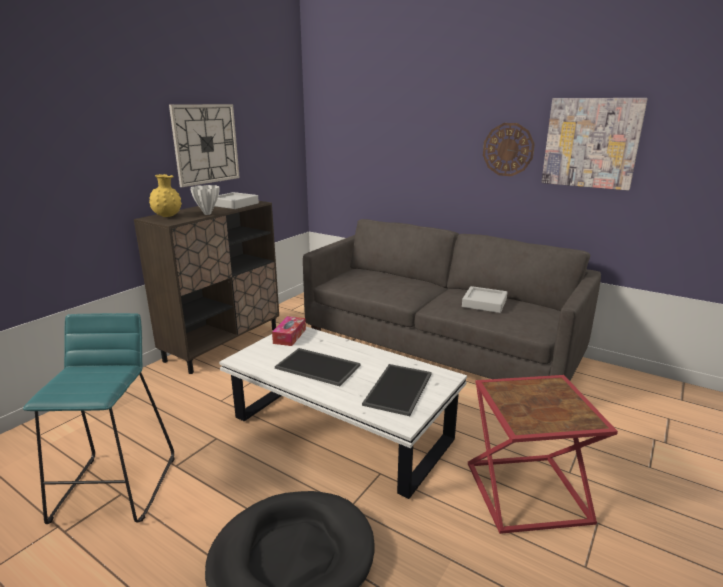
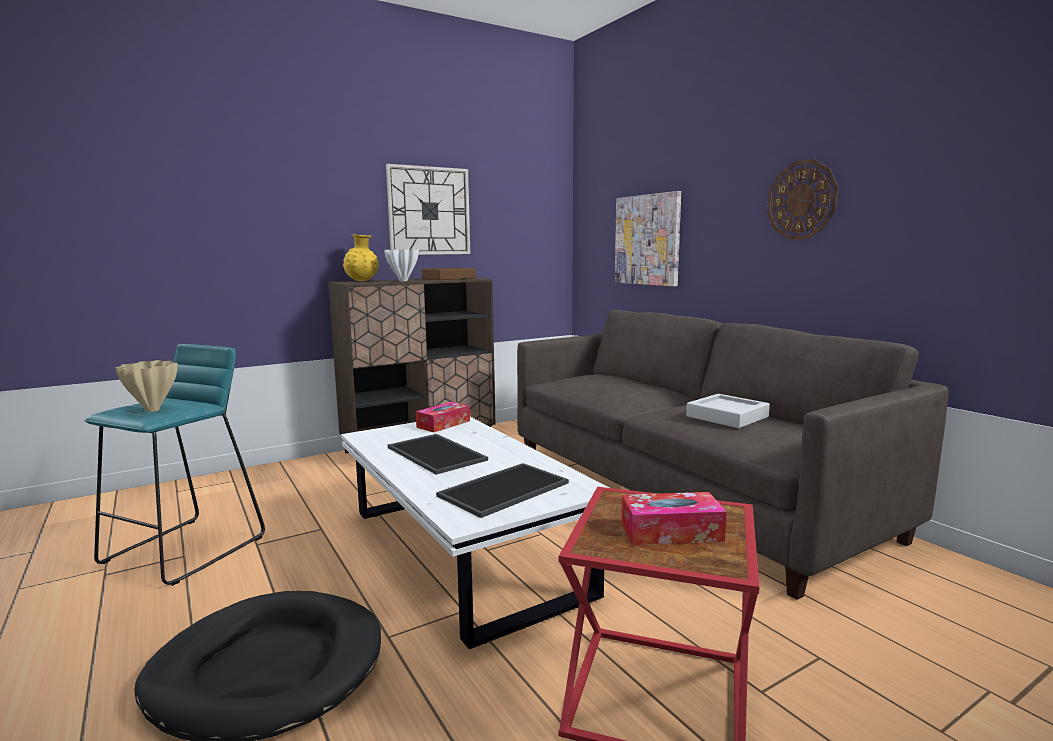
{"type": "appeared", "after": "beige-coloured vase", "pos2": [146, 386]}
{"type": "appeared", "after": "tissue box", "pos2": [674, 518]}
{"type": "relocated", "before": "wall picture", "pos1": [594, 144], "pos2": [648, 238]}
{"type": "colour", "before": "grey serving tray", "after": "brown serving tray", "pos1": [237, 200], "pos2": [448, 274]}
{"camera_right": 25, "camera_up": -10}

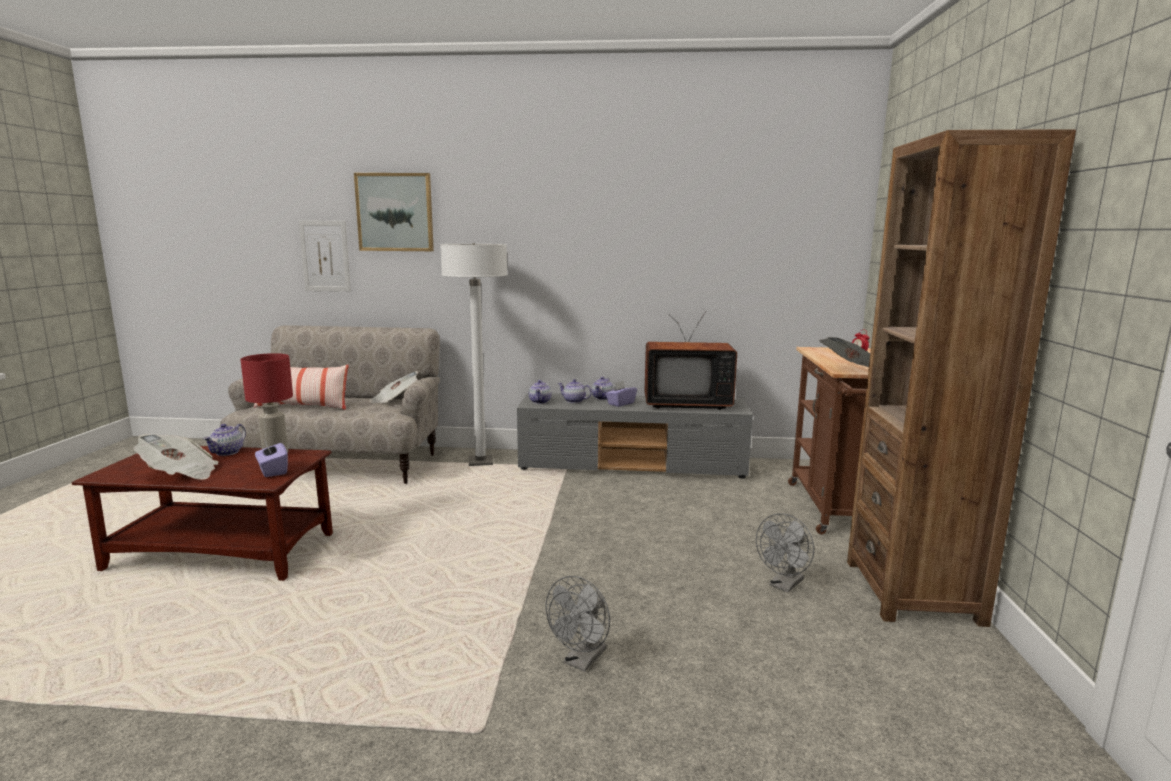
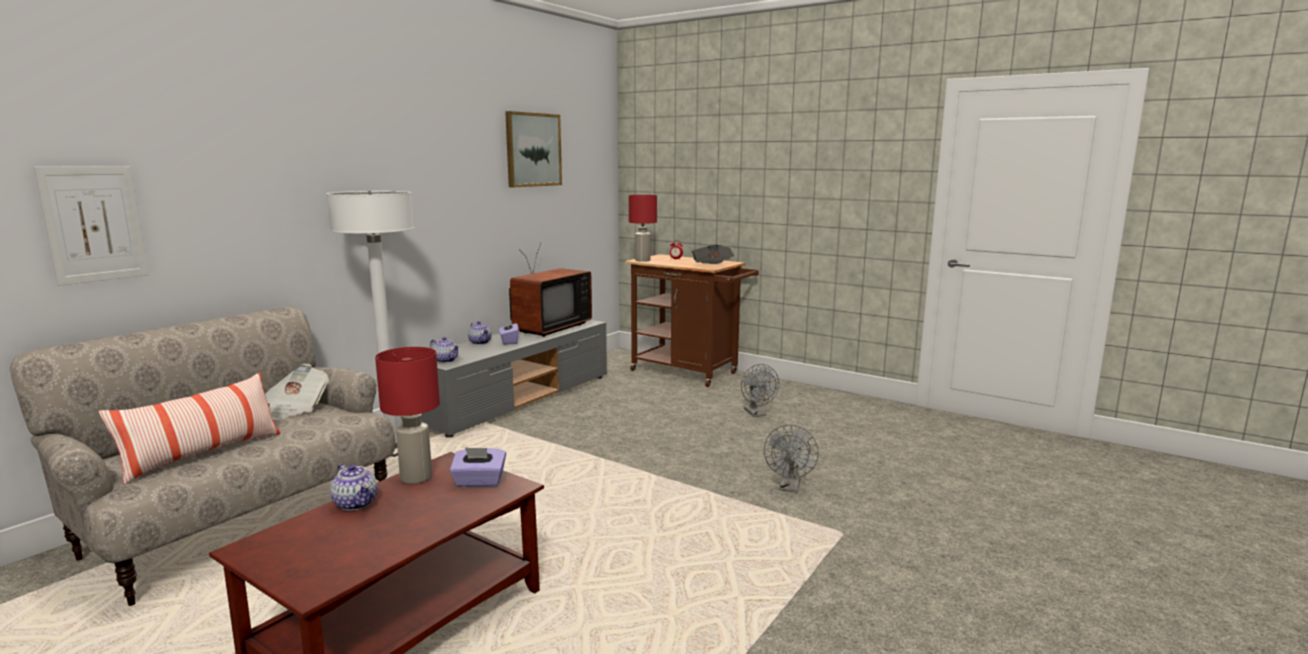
{"type": "missing", "before": "daily paper", "pos1": [176, 457]}
{"type": "missing", "before": "tea pot", "pos1": [575, 391]}
{"type": "missing", "before": "brown shelving unit", "pos1": [961, 378]}
{"type": "appeared", "after": "red lamp for a table", "pos2": [643, 228]}
{"type": "relocated", "before": "wall picture", "pos1": [394, 212], "pos2": [533, 149]}
{"type": "spun", "before": "grey fan", "pos1": [578, 624], "pos2": [791, 458], "turn": 45}
{"camera_right": -60, "camera_up": 0}

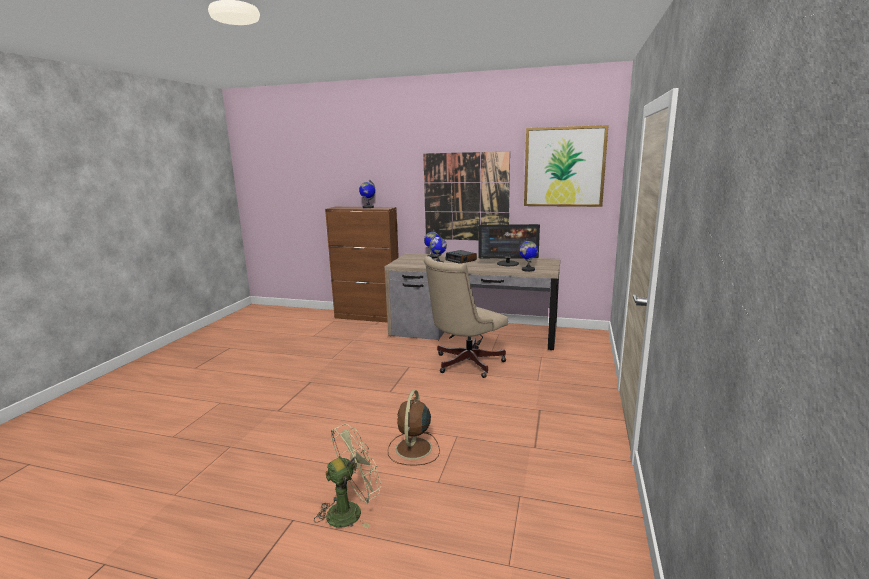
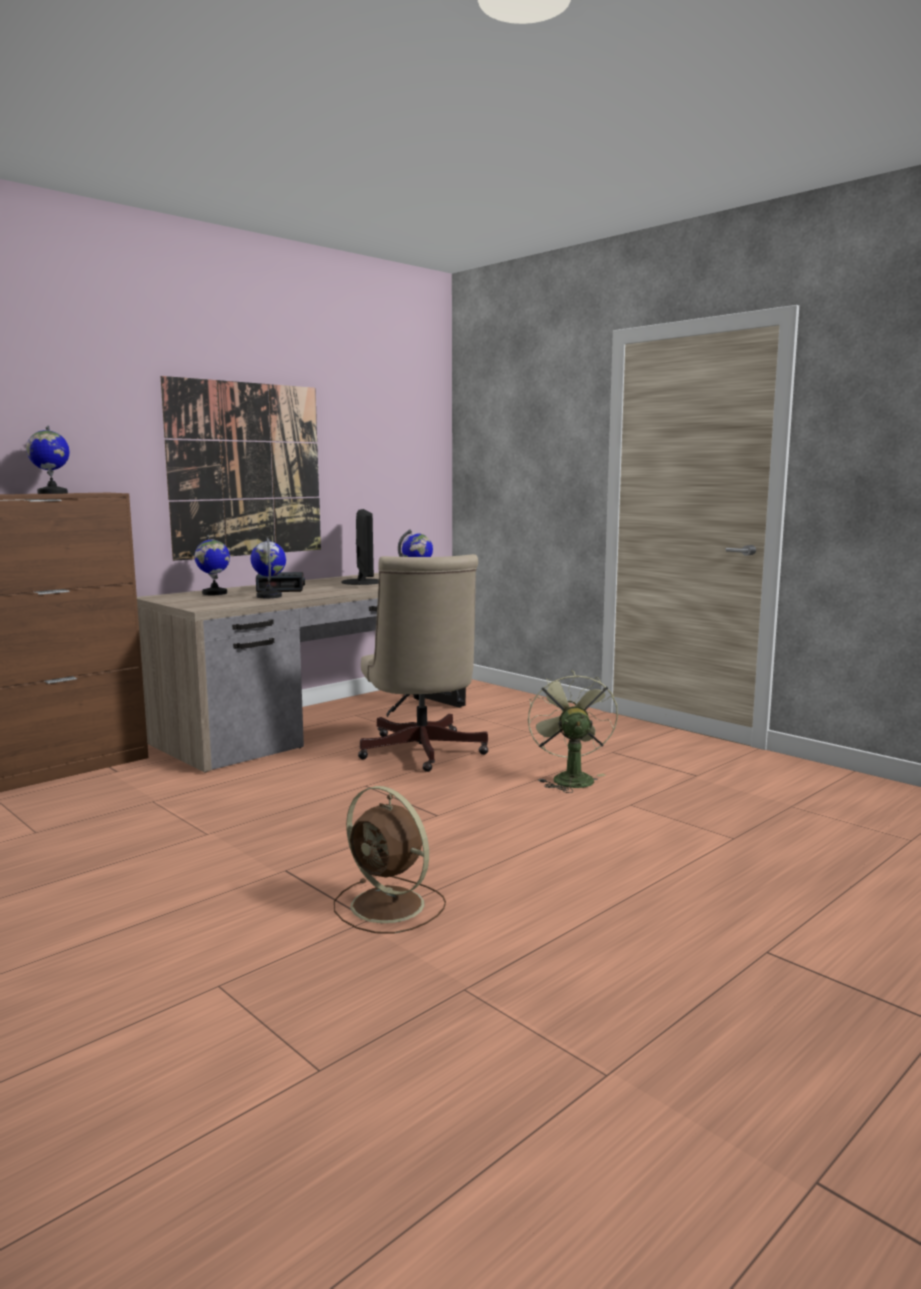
{"type": "missing", "before": "wall picture", "pos1": [566, 166]}
{"type": "relocated", "before": "green-coloured fan", "pos1": [348, 476], "pos2": [573, 731]}
{"type": "relocated", "before": "brown fan", "pos1": [414, 428], "pos2": [390, 860]}
{"type": "spun", "before": "computer screen", "pos1": [509, 245], "pos2": [360, 547], "turn": -45}
{"camera_right": -60, "camera_up": -5}

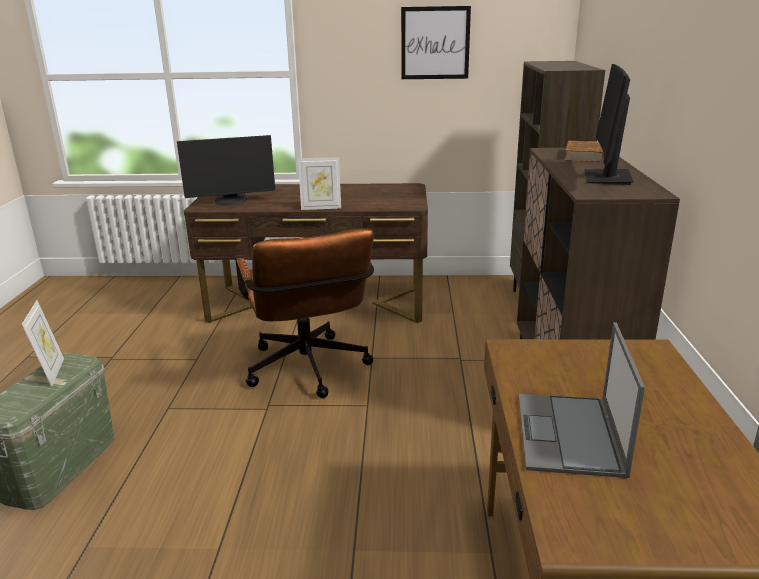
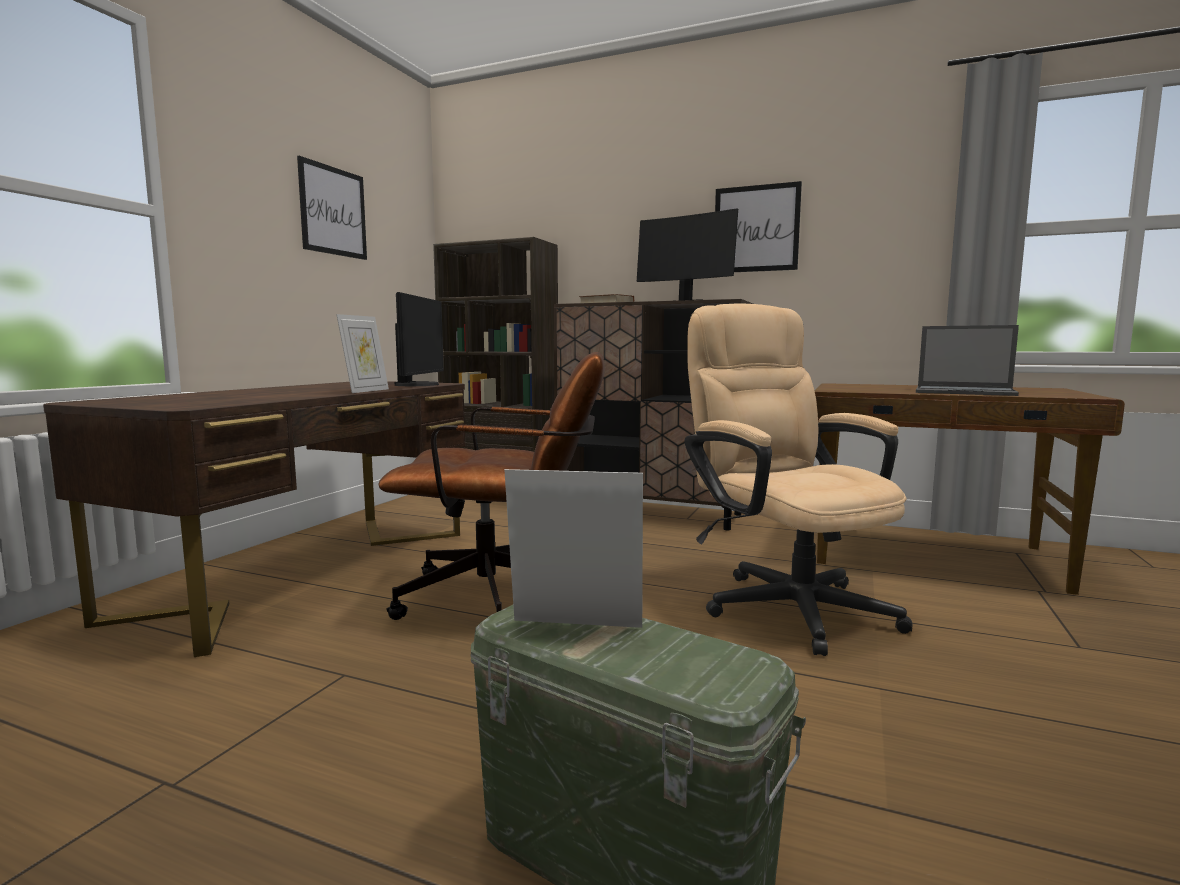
{"type": "appeared", "after": "beige-coloured office chair", "pos2": [798, 480]}
{"type": "appeared", "after": "wall picture", "pos2": [758, 226]}
{"type": "relocated", "before": "computer screen", "pos1": [226, 170], "pos2": [419, 339]}
{"camera_right": -70, "camera_up": -15}

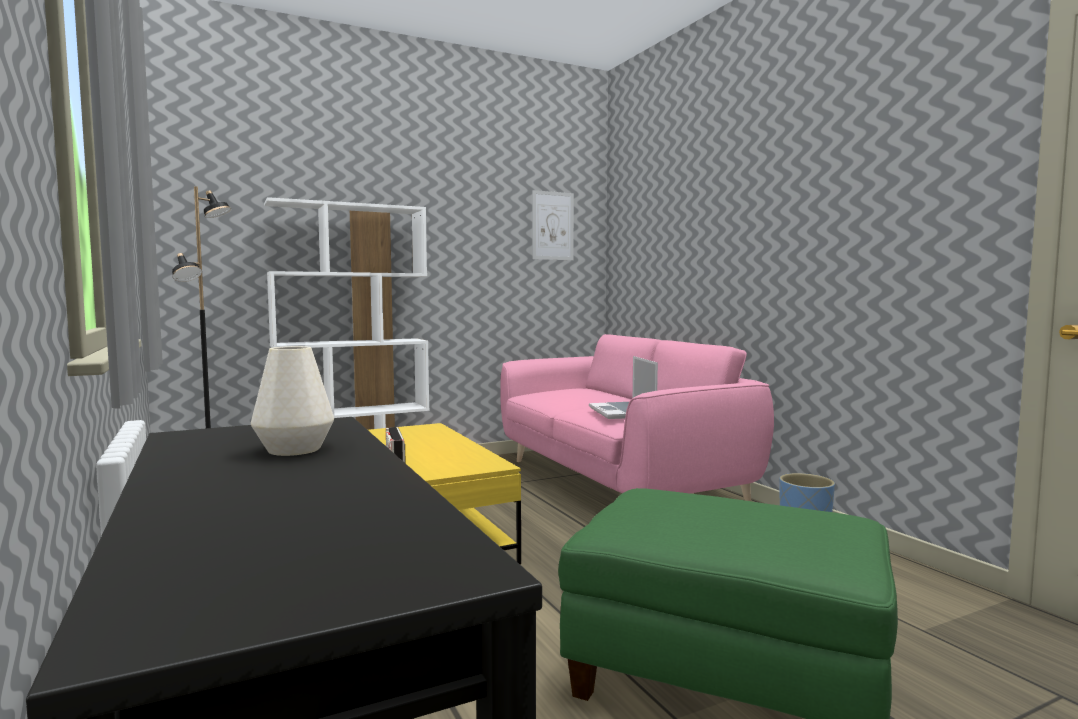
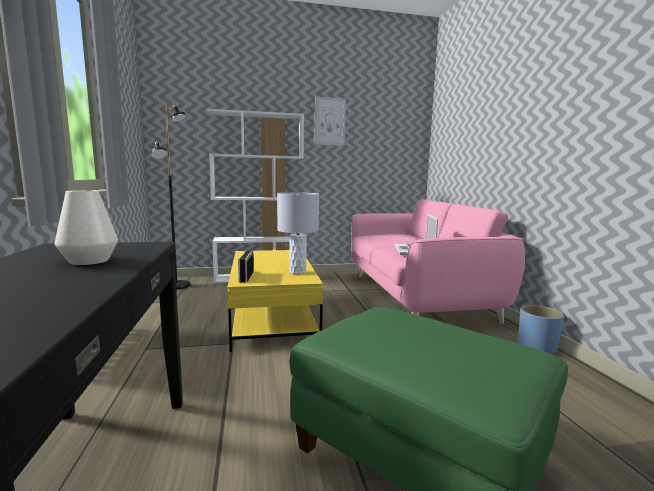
{"type": "appeared", "after": "grey lamp for a table", "pos2": [298, 233]}
{"type": "relocated", "before": "wall picture", "pos1": [553, 225], "pos2": [330, 121]}
{"camera_right": 15, "camera_up": 5}

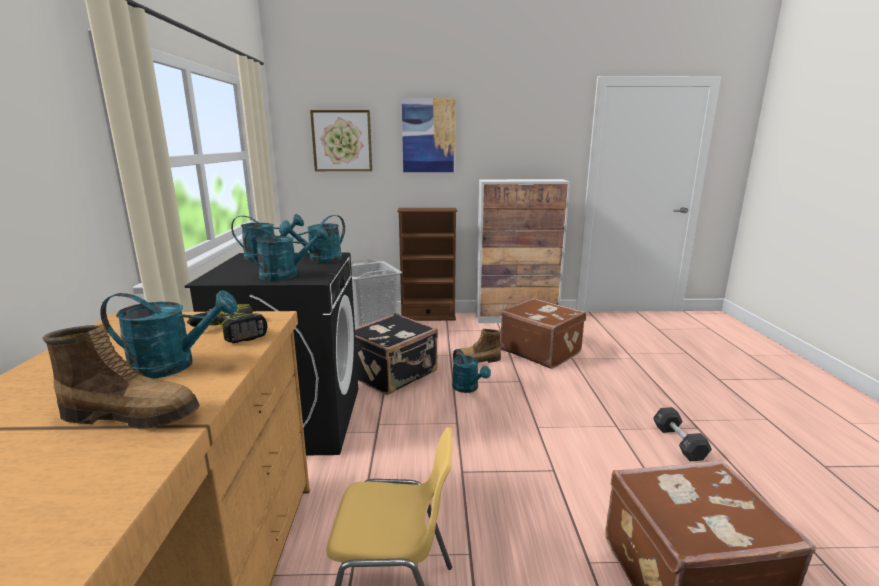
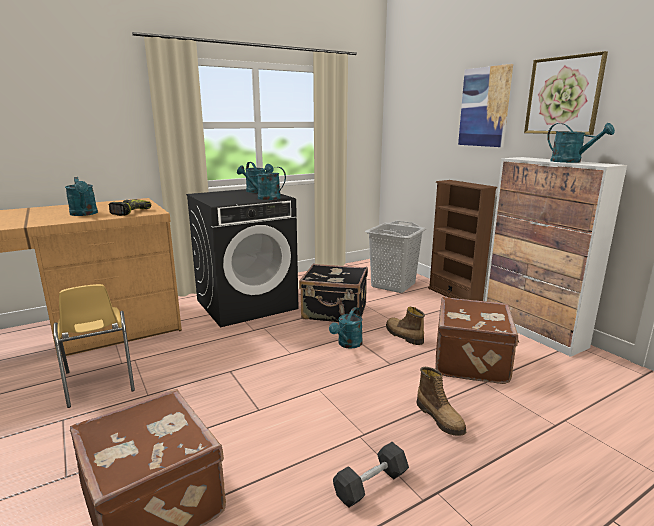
{"type": "relocated", "before": "high-top boot", "pos1": [121, 376], "pos2": [441, 401]}
{"type": "relocated", "before": "turquoise-coloured watering can", "pos1": [287, 253], "pos2": [581, 143]}
{"type": "relocated", "before": "wall picture", "pos1": [341, 140], "pos2": [566, 93]}
{"camera_right": 60, "camera_up": 0}

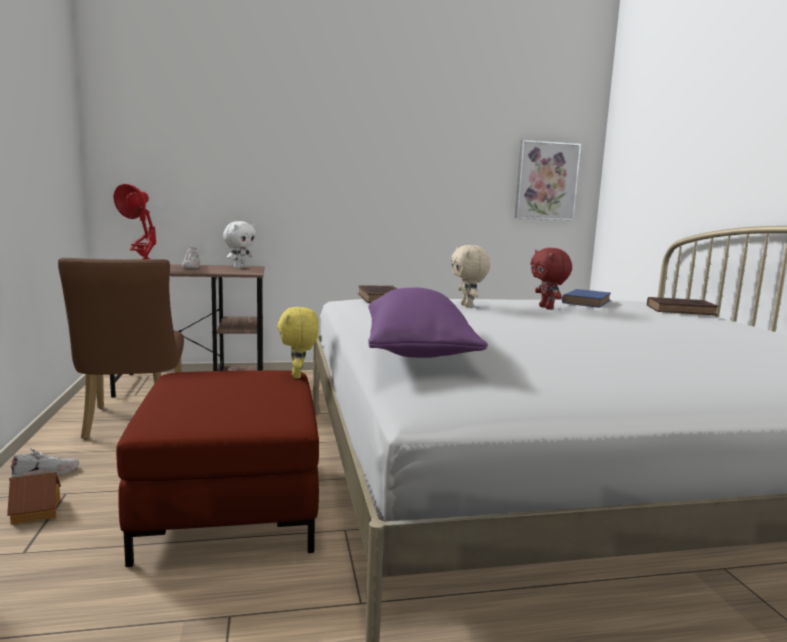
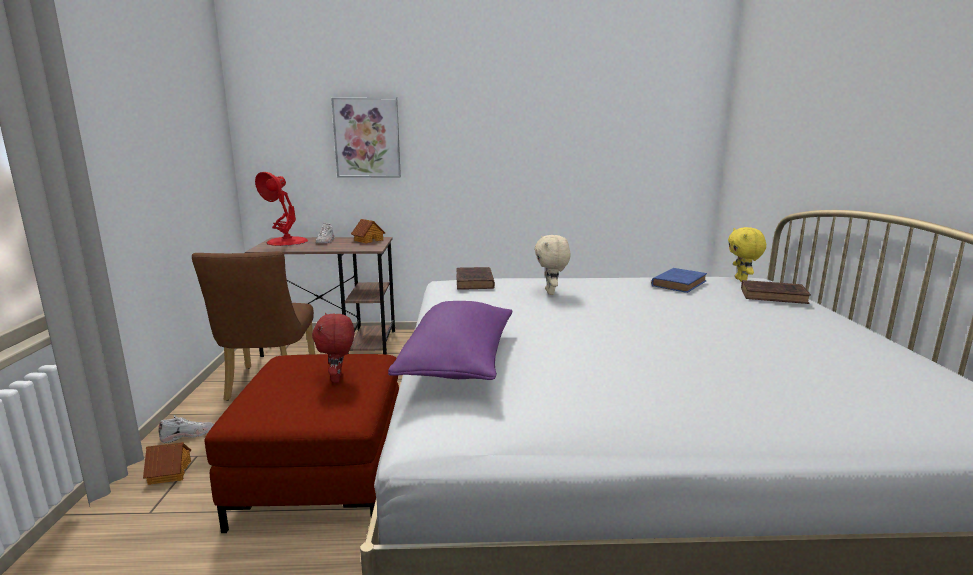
{"type": "relocated", "before": "yellow-coloured soft toy", "pos1": [297, 342], "pos2": [747, 254]}
{"type": "relocated", "before": "wall picture", "pos1": [548, 180], "pos2": [366, 137]}
{"type": "relocated", "before": "red soft toy", "pos1": [551, 279], "pos2": [333, 348]}
{"type": "exchanged", "before": "white soft toy", "after": "model house", "pos1": [239, 244], "pos2": [368, 231]}
{"camera_right": 10, "camera_up": 5}

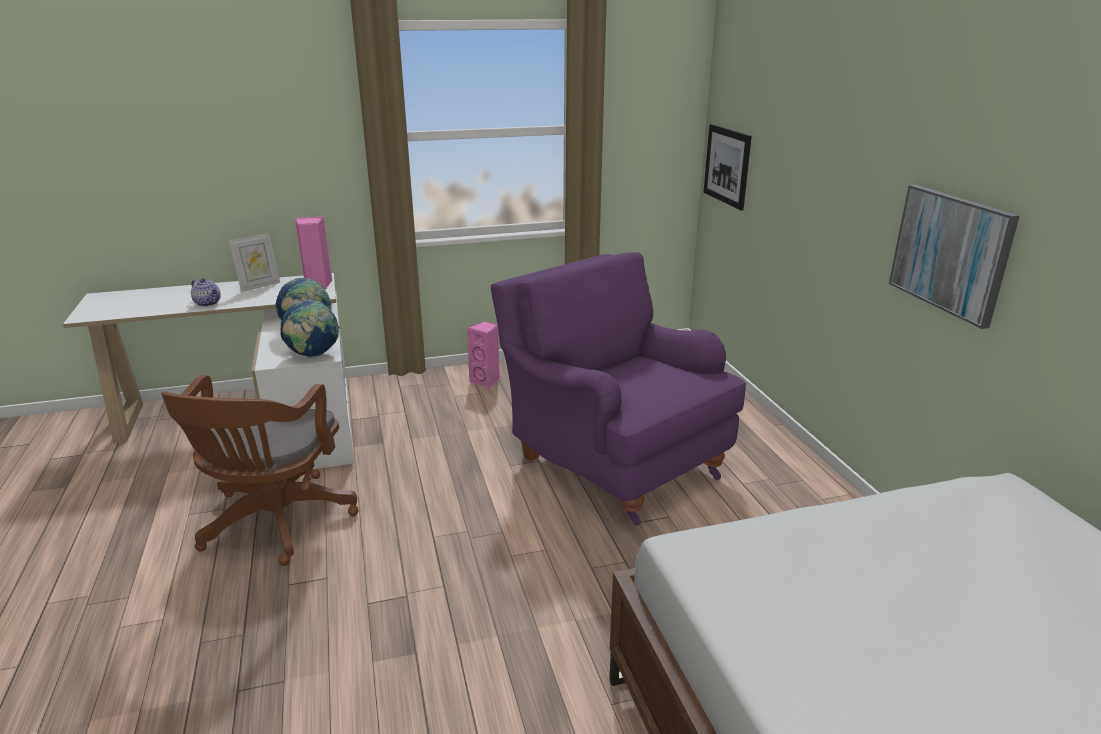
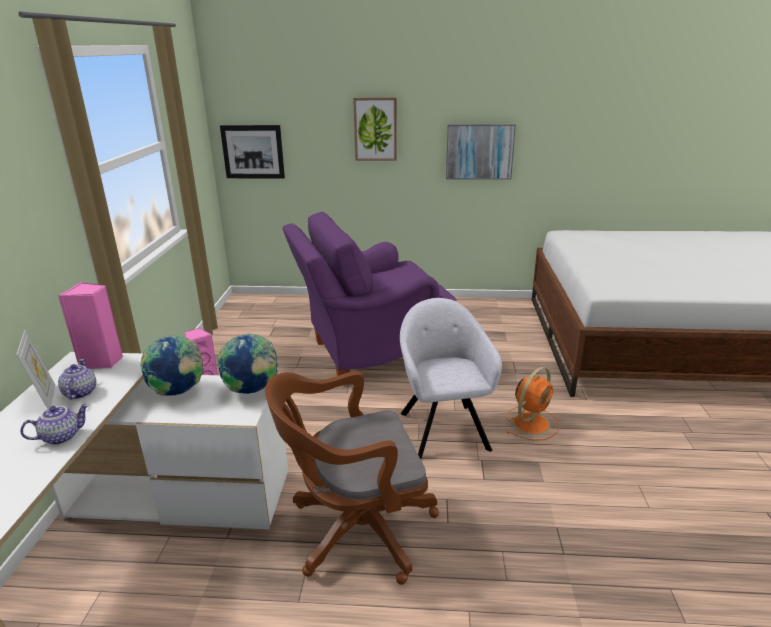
{"type": "appeared", "after": "tea pot", "pos2": [77, 379]}
{"type": "appeared", "after": "wall picture", "pos2": [375, 129]}
{"type": "appeared", "after": "grey lounge chair", "pos2": [451, 378]}
{"type": "appeared", "after": "orange-coloured fan", "pos2": [533, 404]}
{"type": "spun", "before": "brown office chair", "pos1": [260, 470], "pos2": [352, 478], "turn": 135}
{"camera_right": -70, "camera_up": 0}

